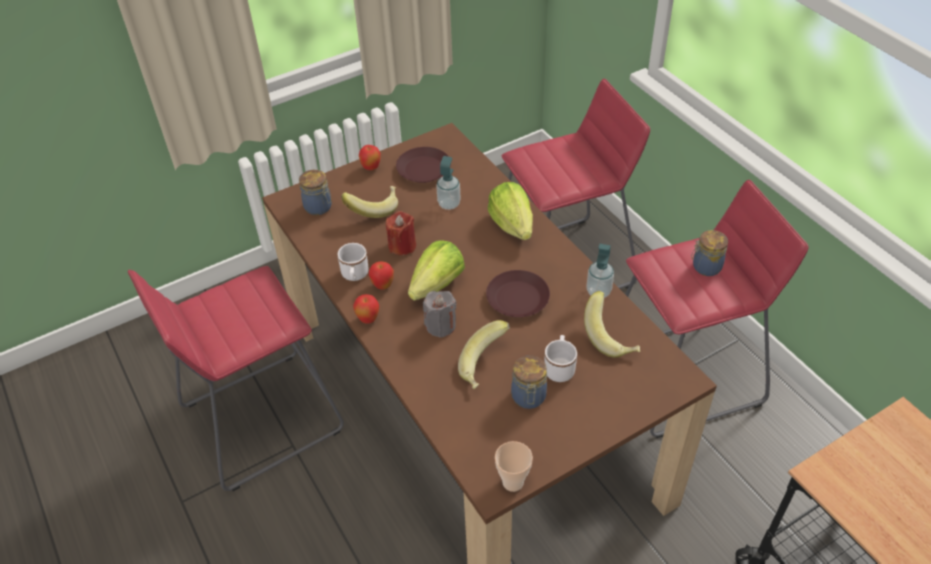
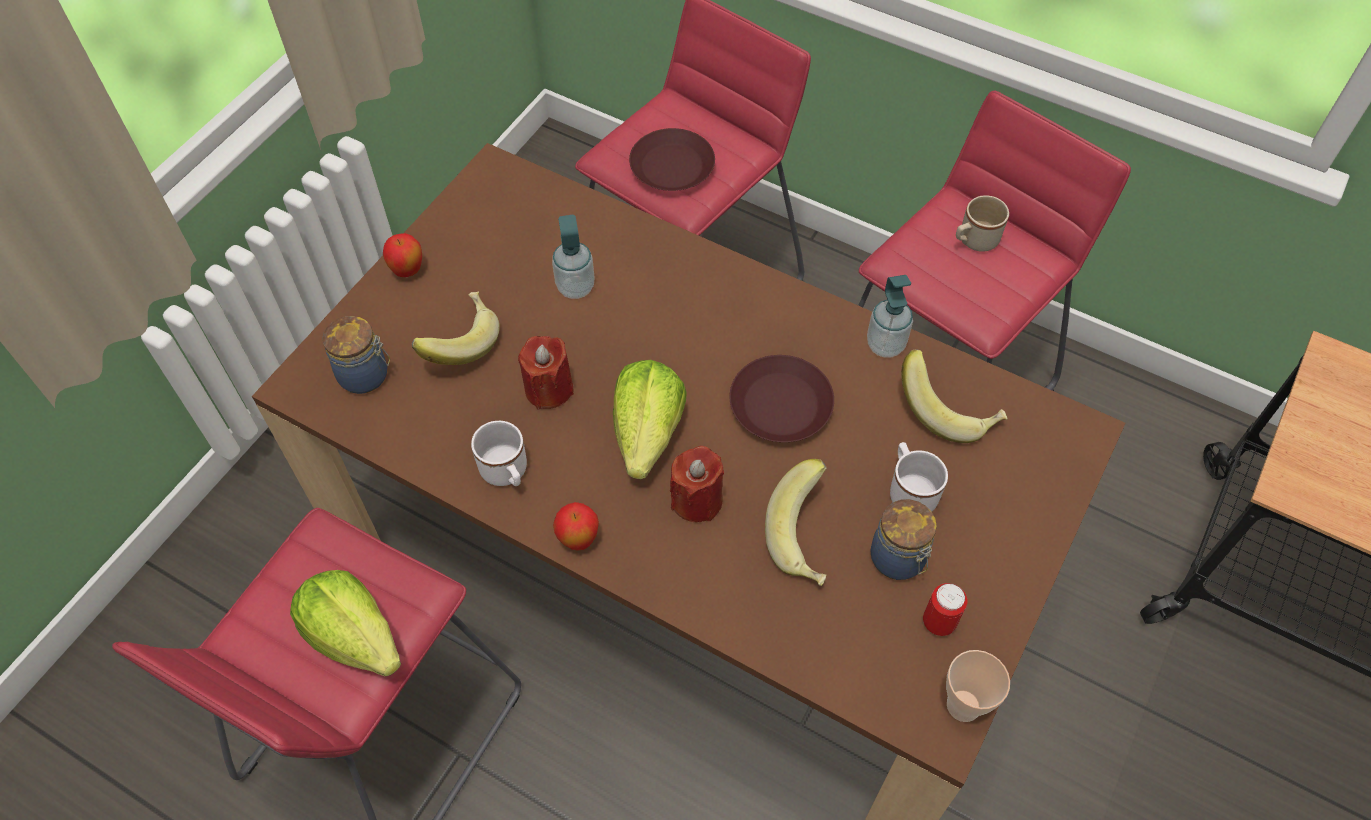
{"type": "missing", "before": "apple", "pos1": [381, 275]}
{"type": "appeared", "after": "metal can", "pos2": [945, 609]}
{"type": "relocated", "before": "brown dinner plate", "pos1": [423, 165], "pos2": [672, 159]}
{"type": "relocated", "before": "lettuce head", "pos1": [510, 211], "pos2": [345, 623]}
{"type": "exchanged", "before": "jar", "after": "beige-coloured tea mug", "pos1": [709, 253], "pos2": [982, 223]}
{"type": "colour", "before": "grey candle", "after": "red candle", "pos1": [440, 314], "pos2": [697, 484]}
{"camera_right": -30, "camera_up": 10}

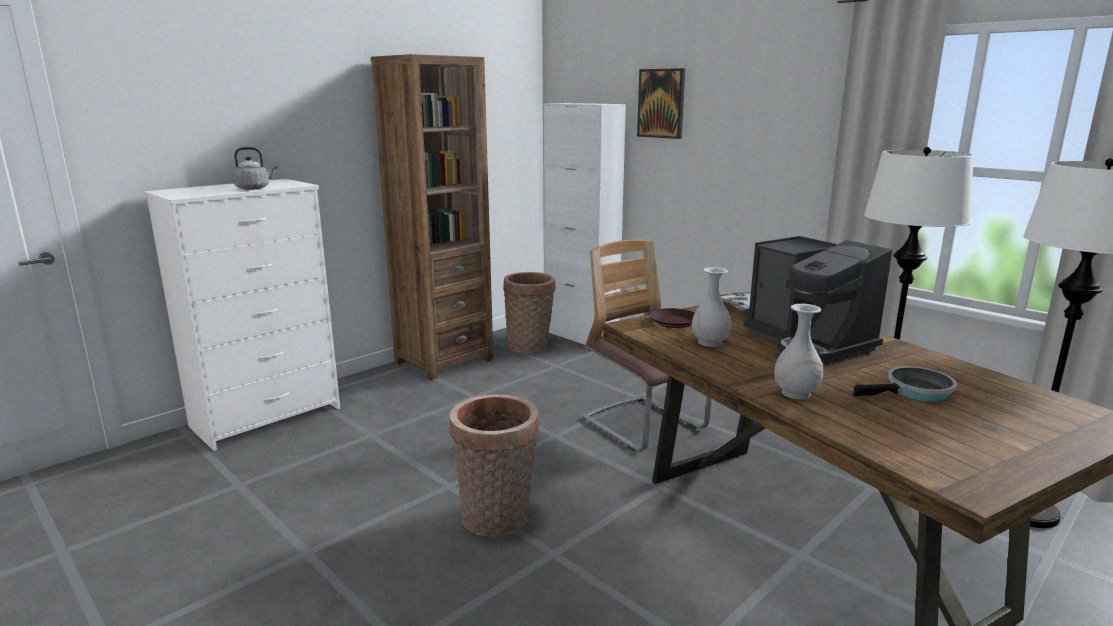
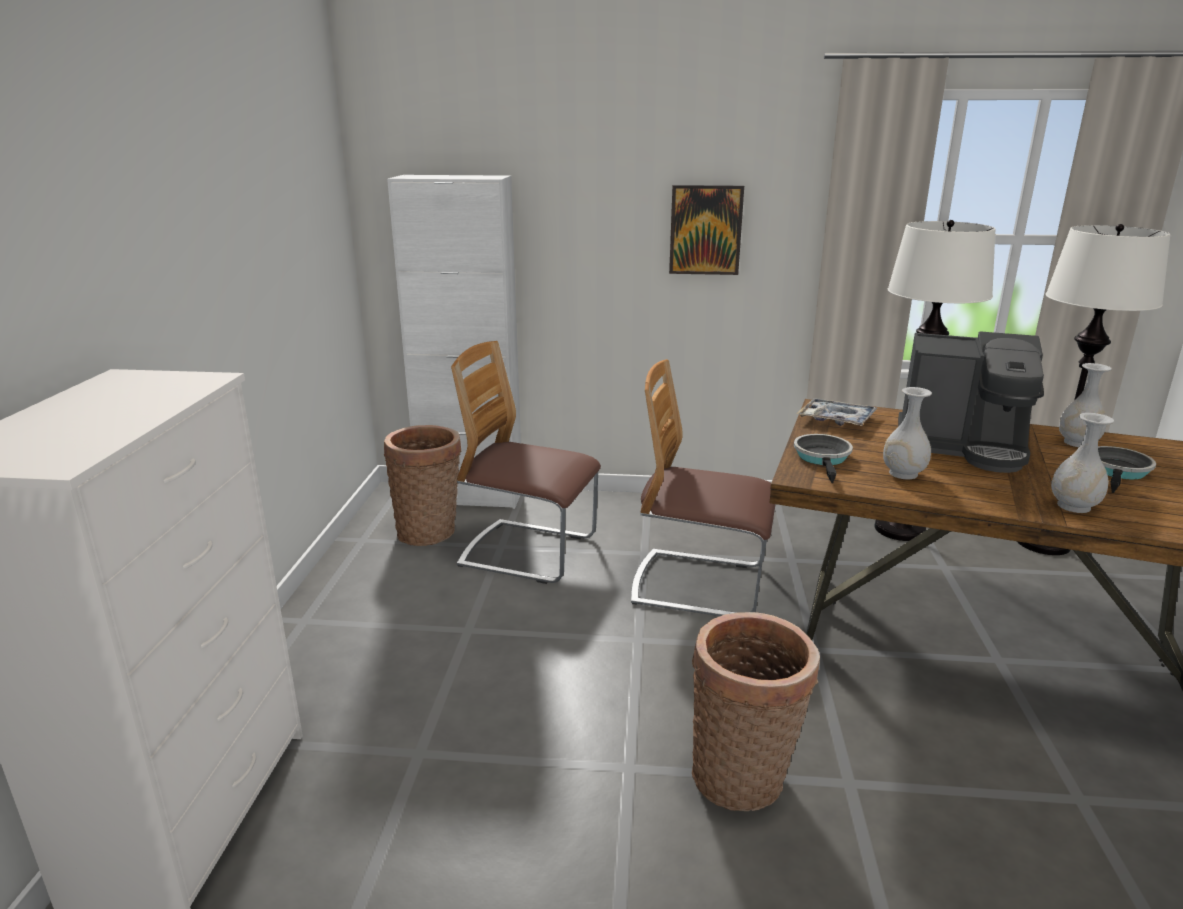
{"type": "missing", "before": "grey kettle", "pos1": [255, 168]}
{"type": "missing", "before": "brown shelving unit", "pos1": [432, 217]}
{"type": "appeared", "after": "upright chair", "pos2": [526, 462]}
{"type": "appeared", "after": "white vase", "pos2": [1085, 405]}
{"type": "relocated", "before": "wall picture", "pos1": [661, 103], "pos2": [706, 230]}
{"type": "exchanged", "before": "brown dinner plate", "after": "pan", "pos1": [672, 318], "pos2": [823, 458]}
{"camera_right": -40, "camera_up": 5}

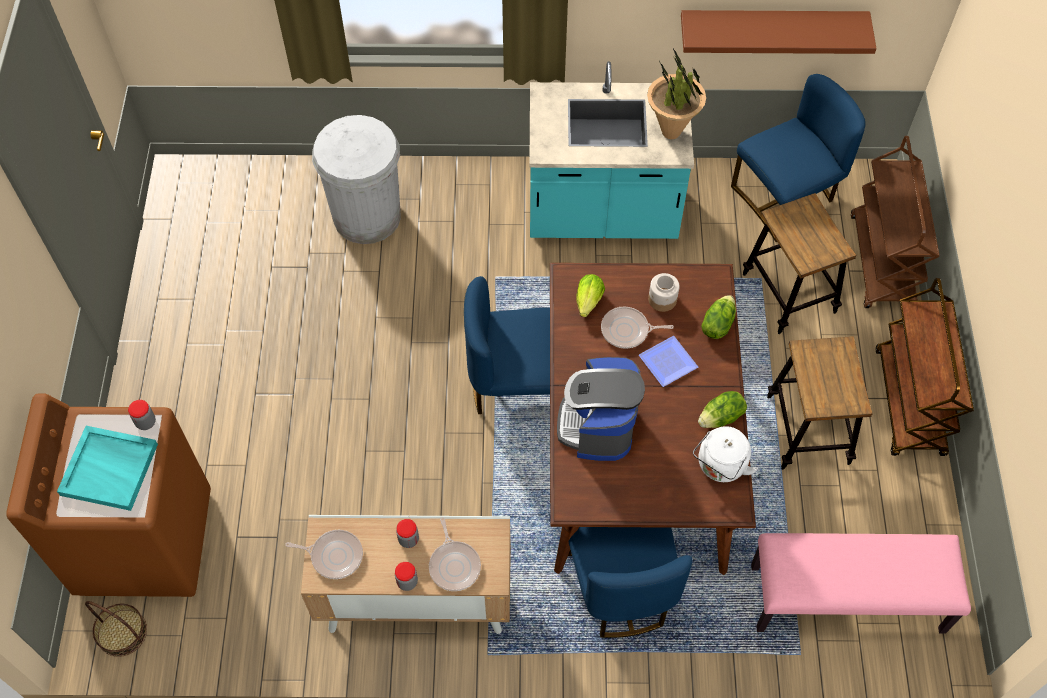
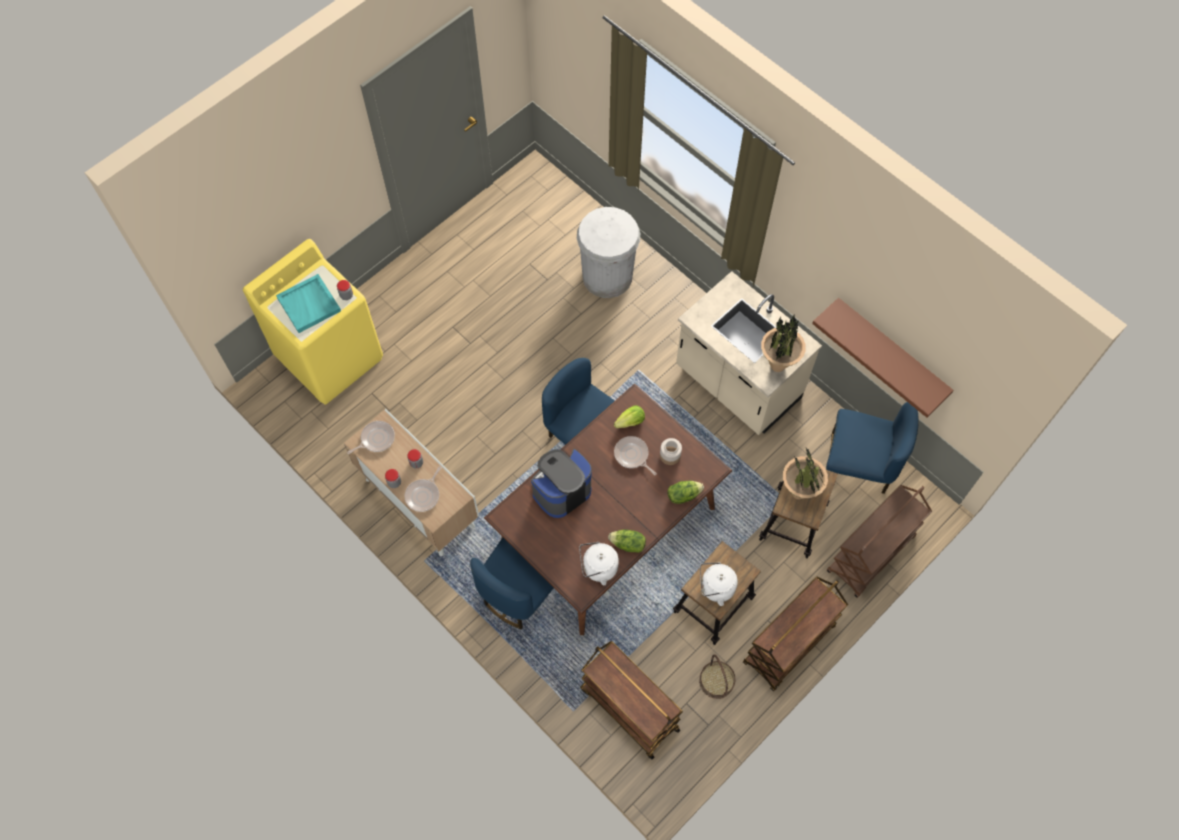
{"type": "missing", "before": "dinner plate", "pos1": [668, 361]}
{"type": "appeared", "after": "white kettle", "pos2": [719, 584]}
{"type": "appeared", "after": "plant in a pot", "pos2": [805, 474]}
{"type": "relocated", "before": "household basket", "pos1": [116, 629], "pos2": [717, 676]}
{"type": "exchanged", "before": "pinkish bench", "after": "brown trolley", "pos1": [861, 583], "pos2": [631, 700]}
{"type": "colour", "before": "brown laundry appliance", "after": "yellow-coloured laundry appliance", "pos1": [108, 495], "pos2": [313, 321]}
{"type": "colour", "before": "turquoise-coloured kitchen base unit", "after": "beige-coloured kitchen base unit", "pos1": [611, 150], "pos2": [749, 353]}
{"type": "spun", "before": "pan", "pos1": [324, 554], "pos2": [371, 437], "turn": -90}
{"camera_right": 45, "camera_up": 5}

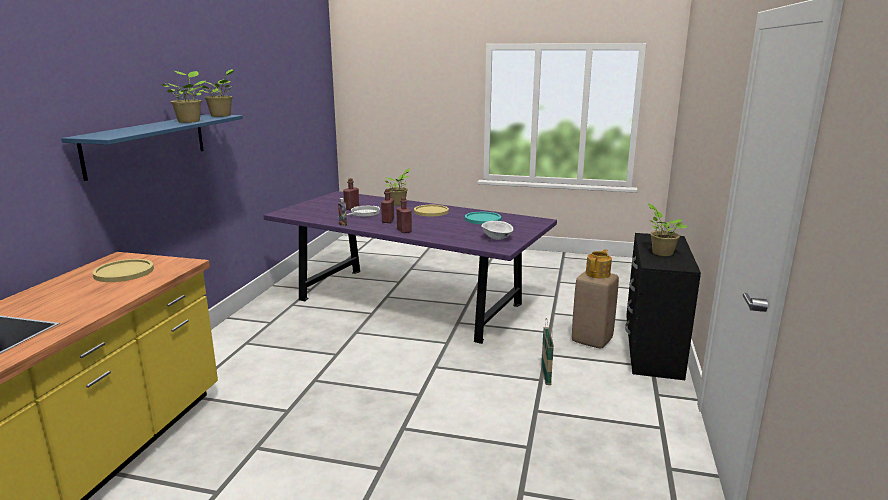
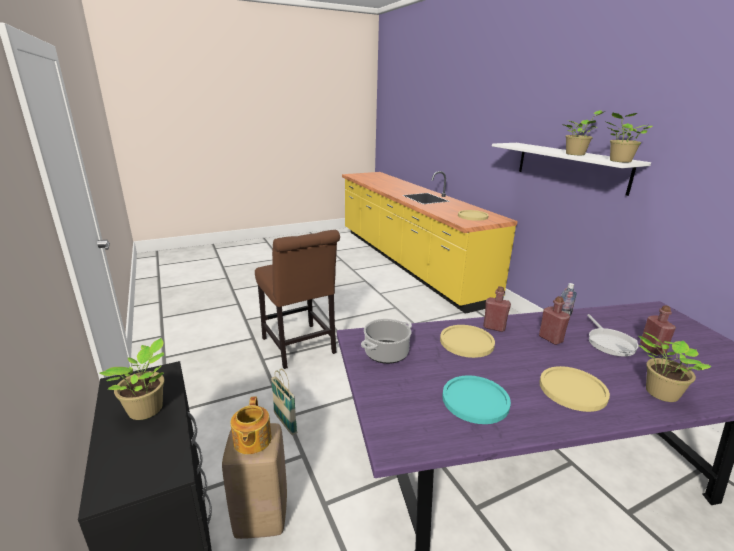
{"type": "appeared", "after": "brown upright chair", "pos2": [297, 299]}
{"type": "appeared", "after": "yellow-coloured dinner plate", "pos2": [467, 341]}
{"type": "exchanged", "before": "white serving bowl", "after": "stockpot", "pos1": [497, 230], "pos2": [386, 341]}
{"type": "colour", "before": "blue-coloured shelf", "after": "white shelf", "pos1": [152, 147], "pos2": [571, 169]}
{"camera_right": 140, "camera_up": 5}

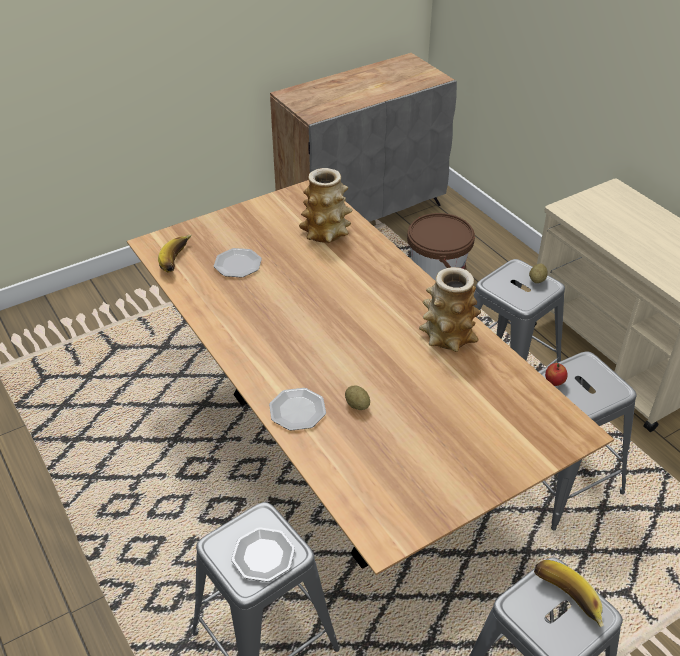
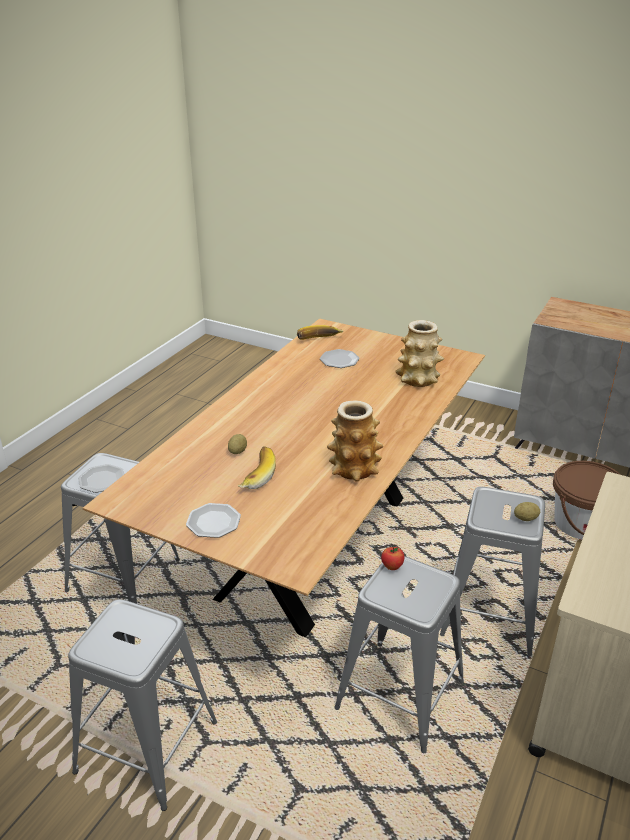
{"type": "relocated", "before": "dinner plate", "pos1": [297, 409], "pos2": [213, 520]}
{"type": "relocated", "before": "whole banana", "pos1": [569, 593], "pos2": [256, 467]}
{"camera_right": 60, "camera_up": -10}

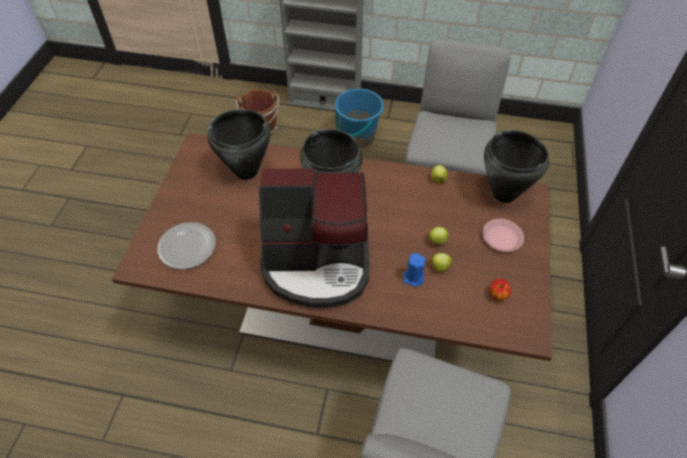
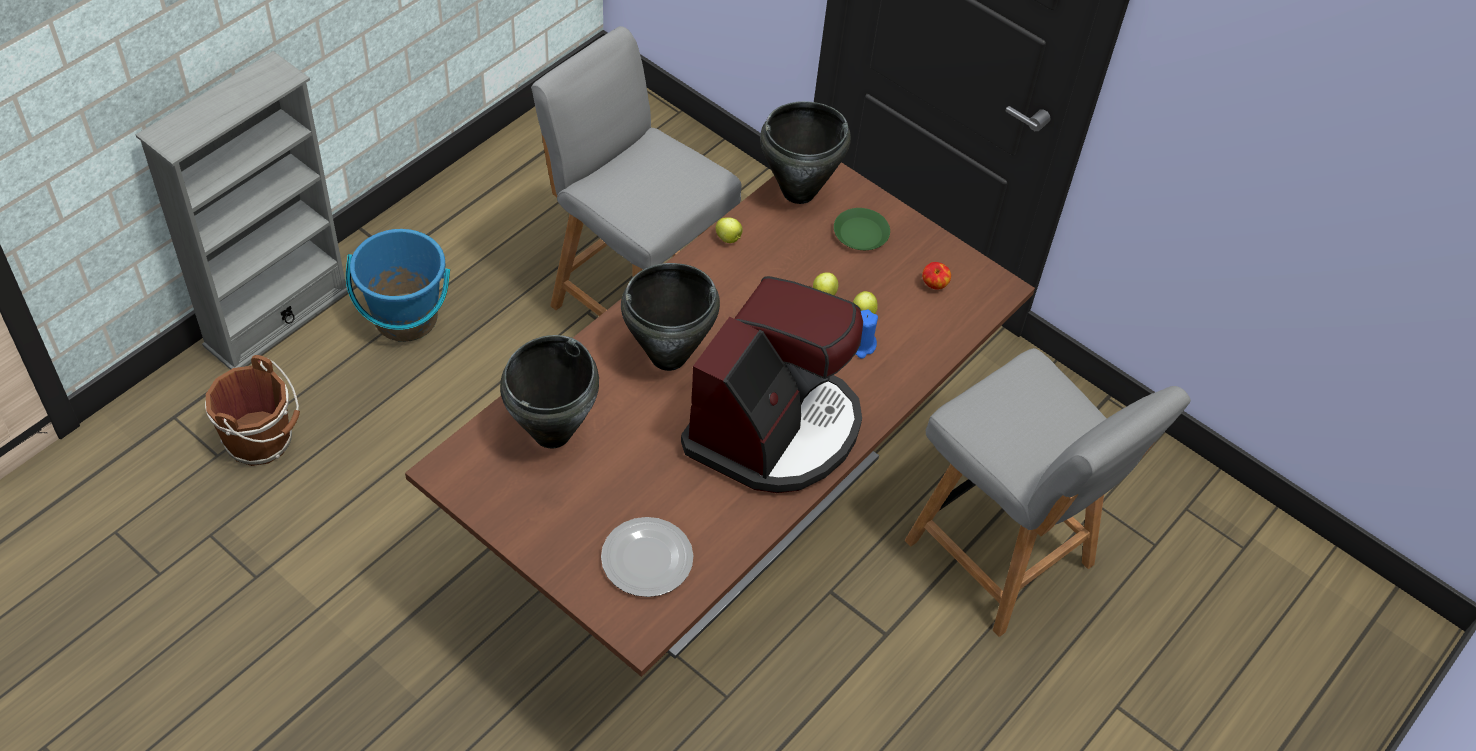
{"type": "colour", "before": "pinkish dinner plate", "after": "green-coloured dinner plate", "pos1": [503, 235], "pos2": [862, 229]}
{"camera_right": -65, "camera_up": 0}

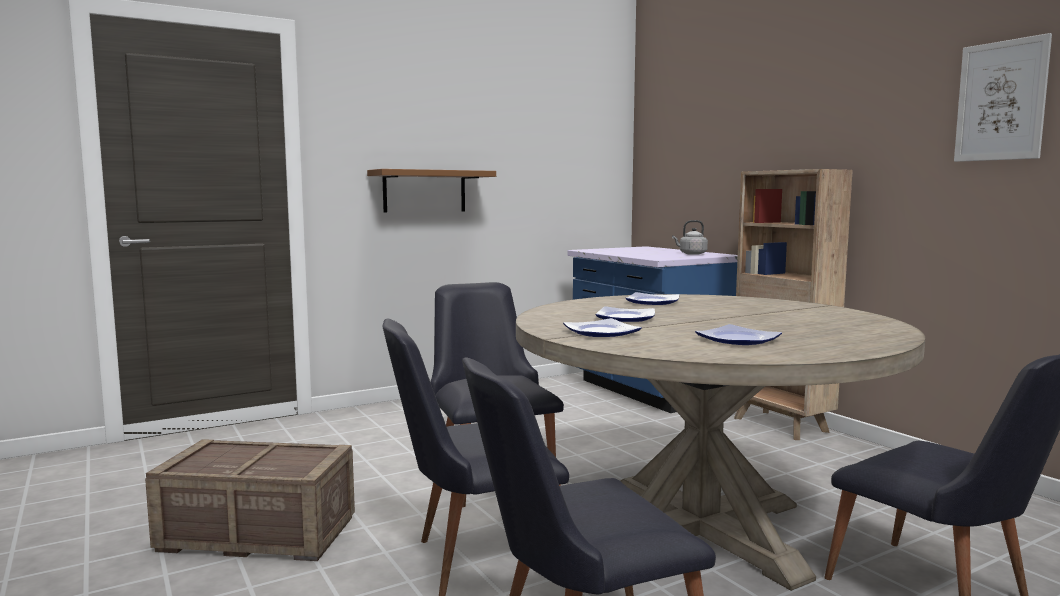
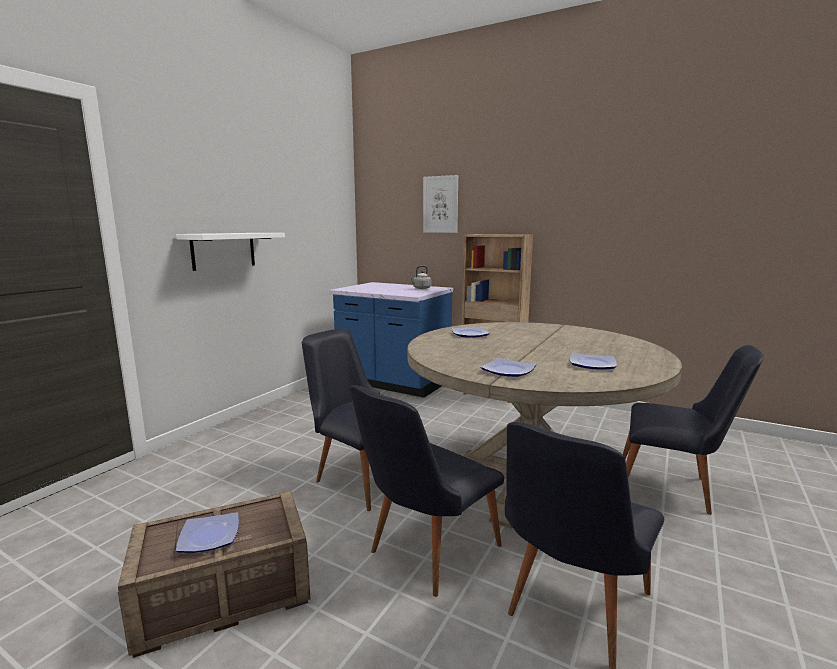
{"type": "relocated", "before": "dinner plate", "pos1": [625, 314], "pos2": [207, 532]}
{"type": "relocated", "before": "wall picture", "pos1": [1003, 97], "pos2": [440, 204]}
{"type": "colour", "before": "brown shelf", "after": "white shelf", "pos1": [431, 191], "pos2": [230, 252]}
{"camera_right": -30, "camera_up": 5}

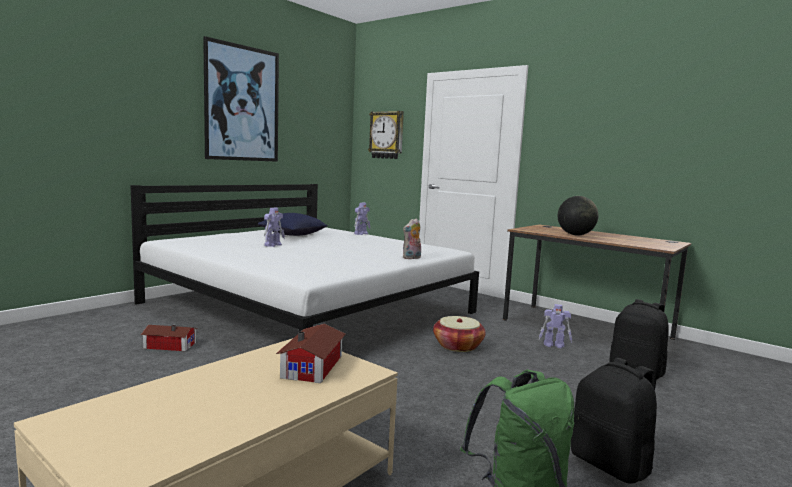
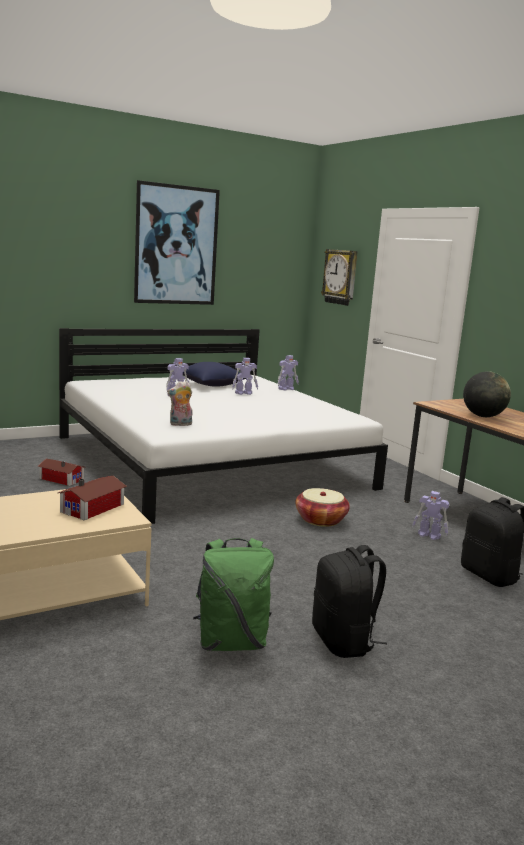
{"type": "appeared", "after": "model robot", "pos2": [245, 376]}
{"type": "relocated", "before": "soft toy", "pos1": [412, 238], "pos2": [180, 403]}
{"camera_right": 20, "camera_up": 5}

